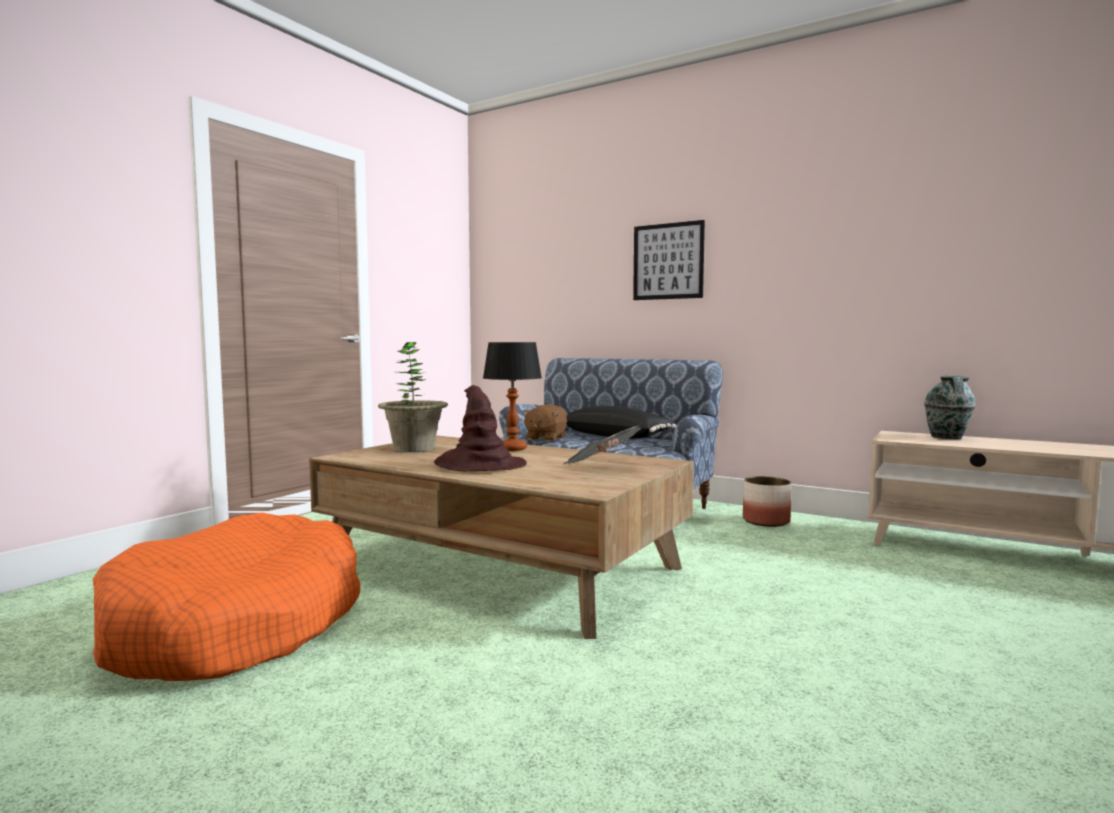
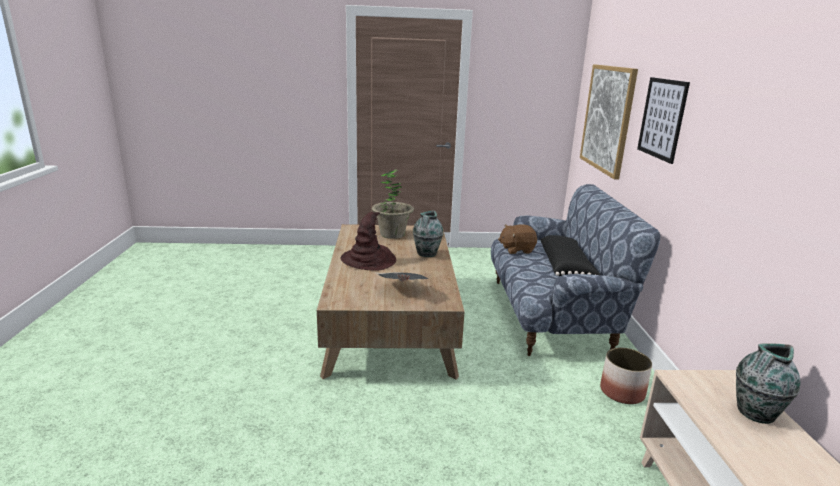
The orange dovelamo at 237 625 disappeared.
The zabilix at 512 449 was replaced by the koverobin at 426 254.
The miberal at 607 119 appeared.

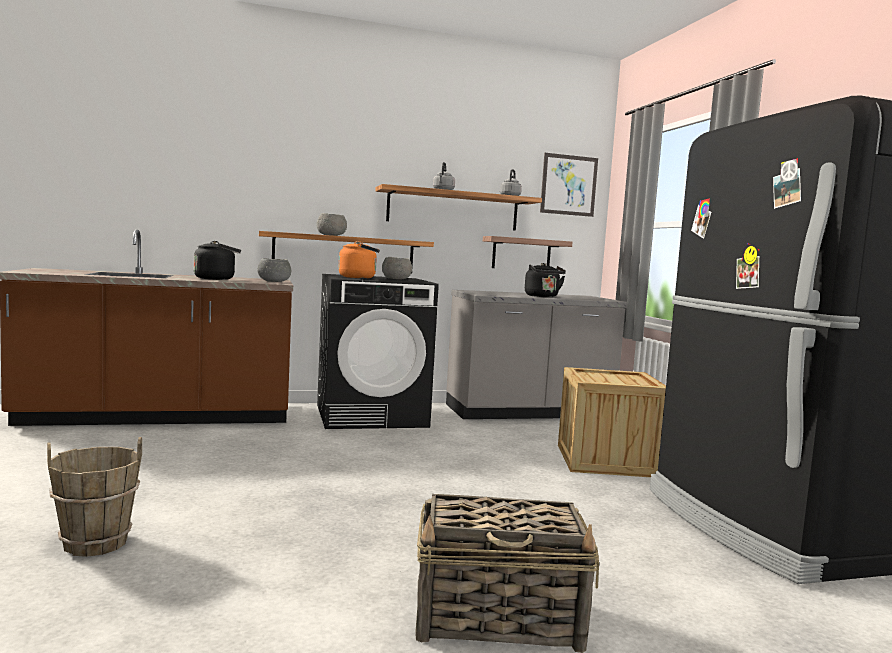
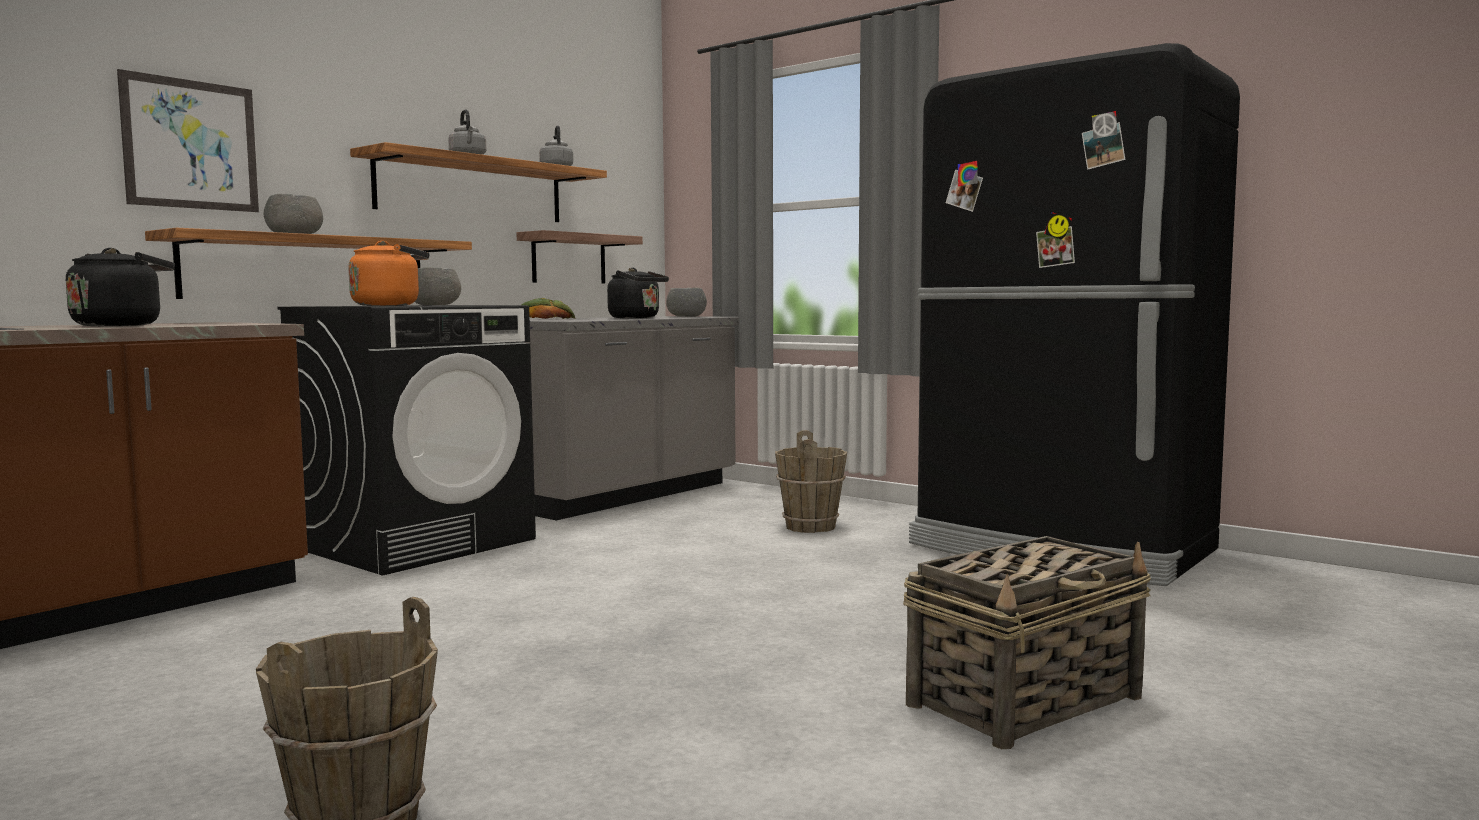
The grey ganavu moved from 274 281 to 686 316.
The miberal moved from 568 185 to 191 144.
The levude at 606 460 was replaced by the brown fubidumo at 811 527.
The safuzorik at 545 319 appeared.

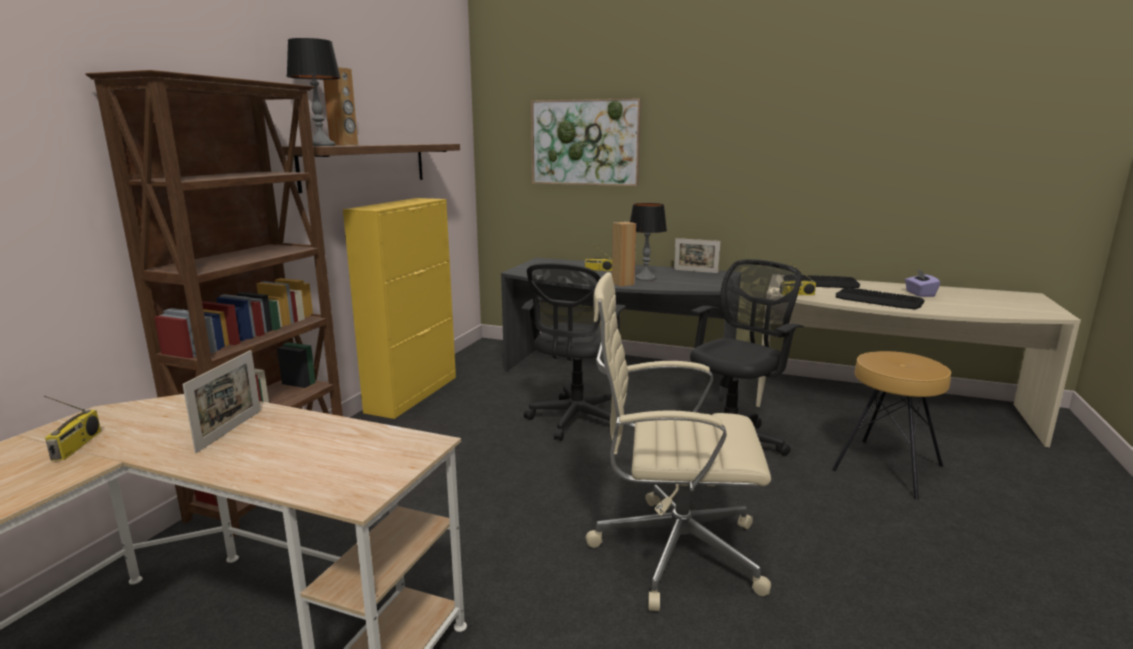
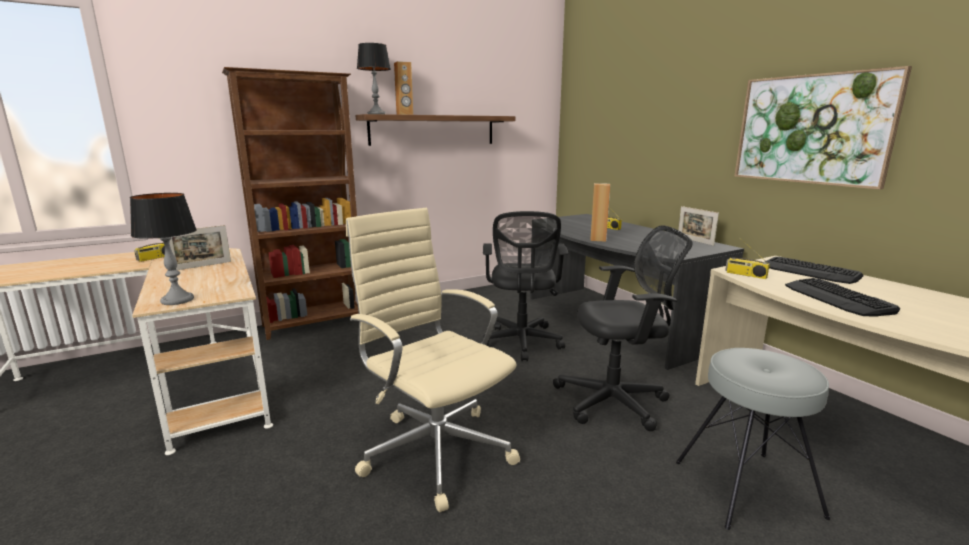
The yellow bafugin at 413 394 disappeared.
The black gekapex at 575 420 turned 60 degrees counterclockwise.
The miberal moved from 585 142 to 811 129.
The zabilix moved from 645 278 to 178 300.
The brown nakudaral at 886 467 became the grey nakudaral at 746 487.
The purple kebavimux at 919 294 disappeared.

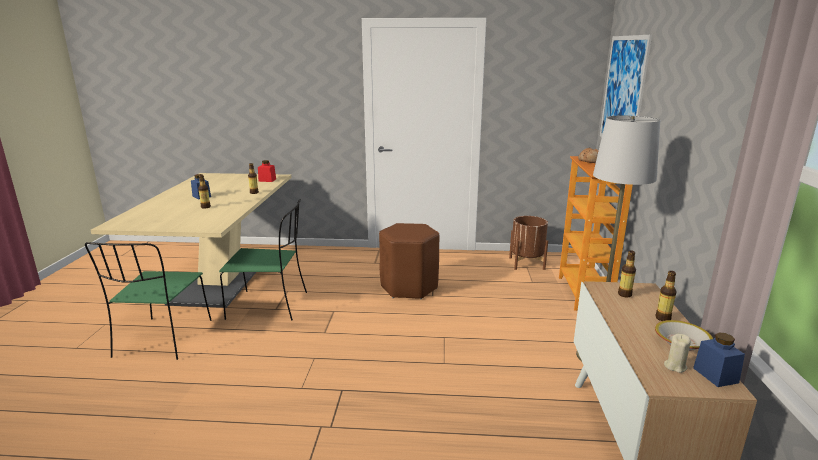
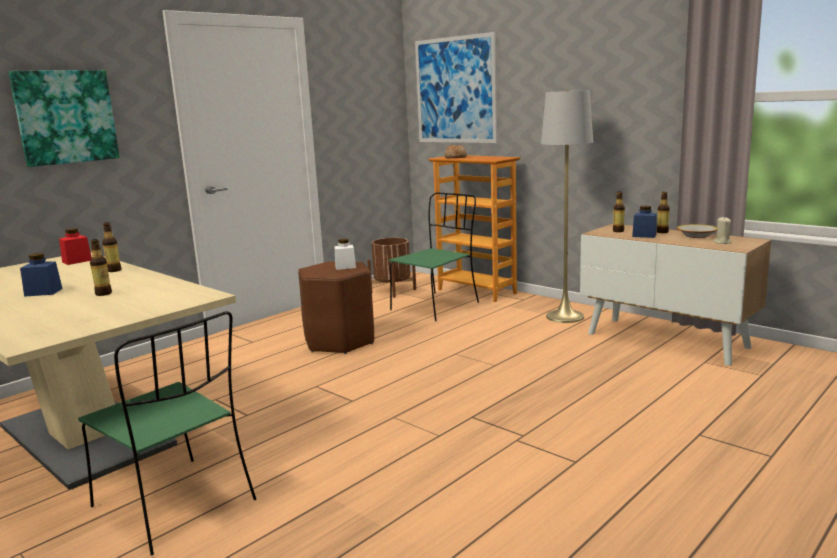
The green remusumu moved from 270 305 to 436 306.
The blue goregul moved from 715 375 to 644 235.
The miberal at 65 117 appeared.
The white goregul at 345 267 appeared.

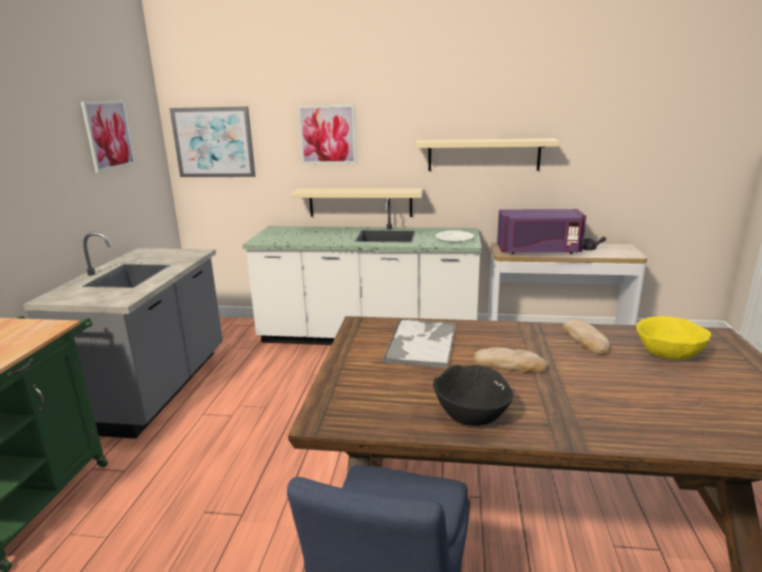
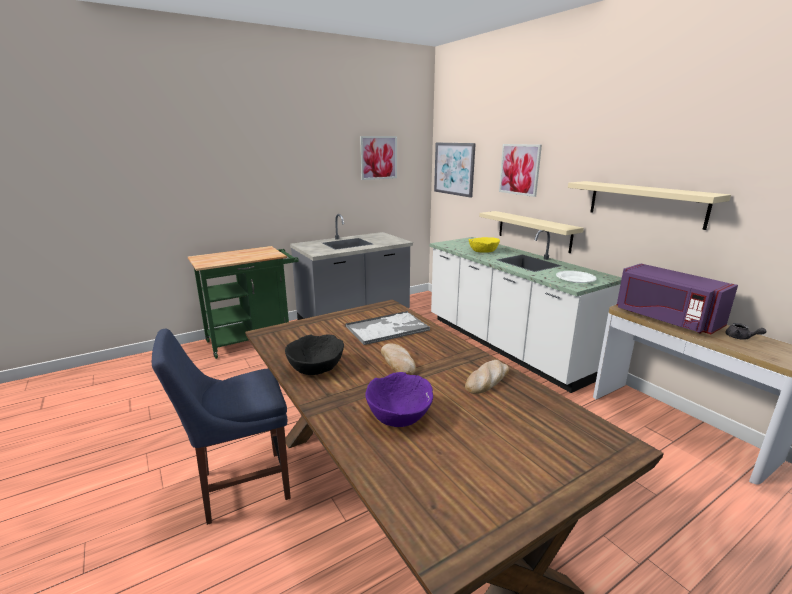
The yellow ganavu moved from 667 353 to 483 251.
The purple ganavu at 399 415 appeared.

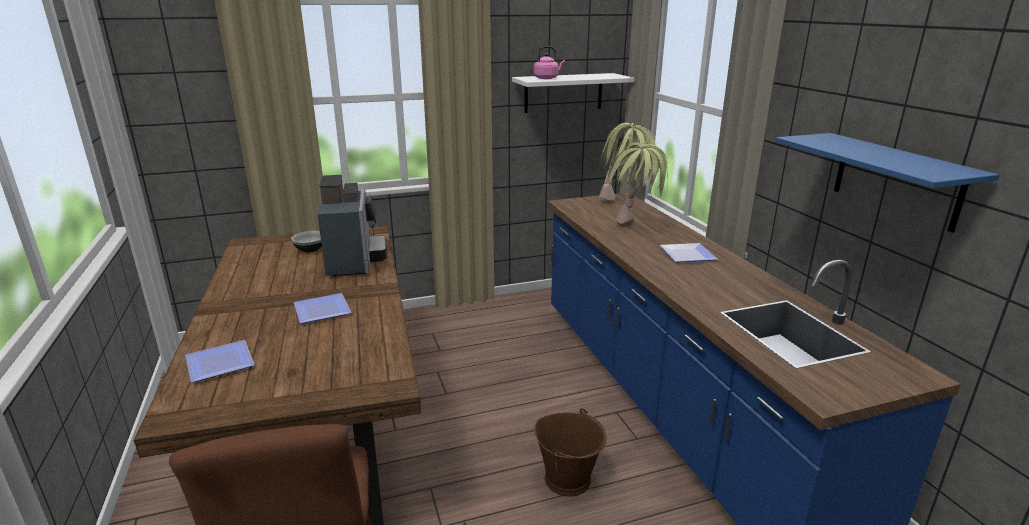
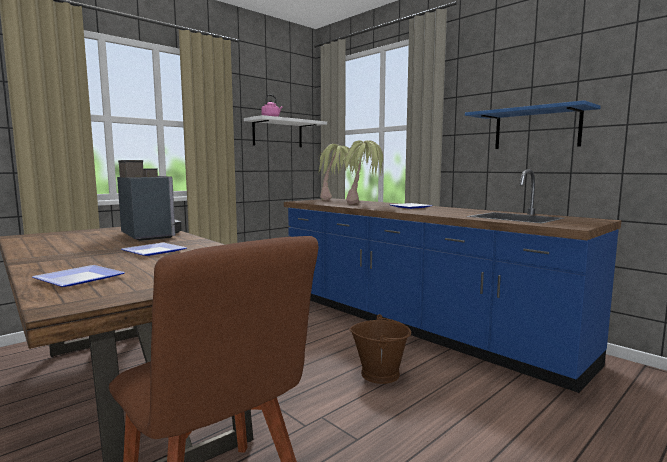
The ganavu at 310 249 disappeared.

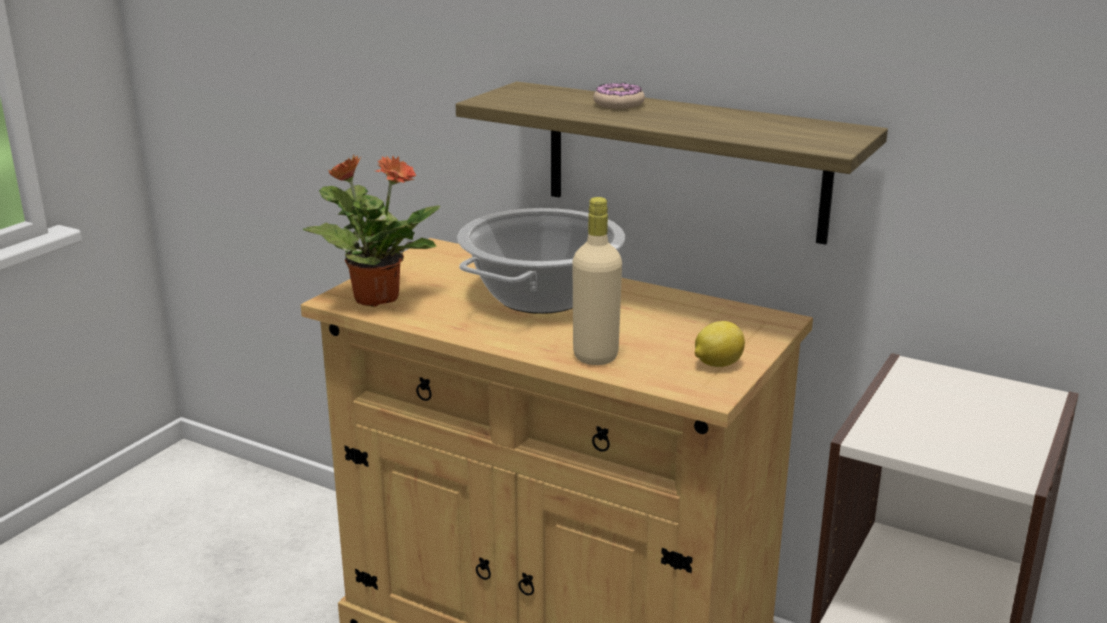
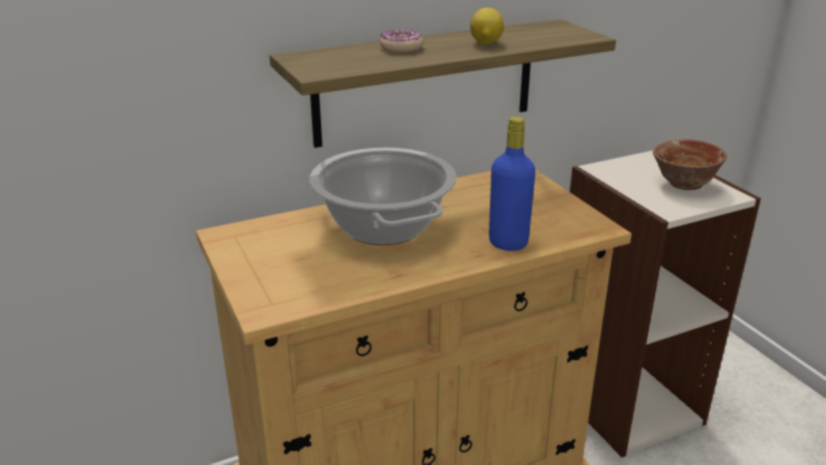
The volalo at 375 298 disappeared.
The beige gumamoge at 595 356 became the blue gumamoge at 508 243.
The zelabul moved from 717 364 to 485 43.
The ganavu at 684 184 appeared.

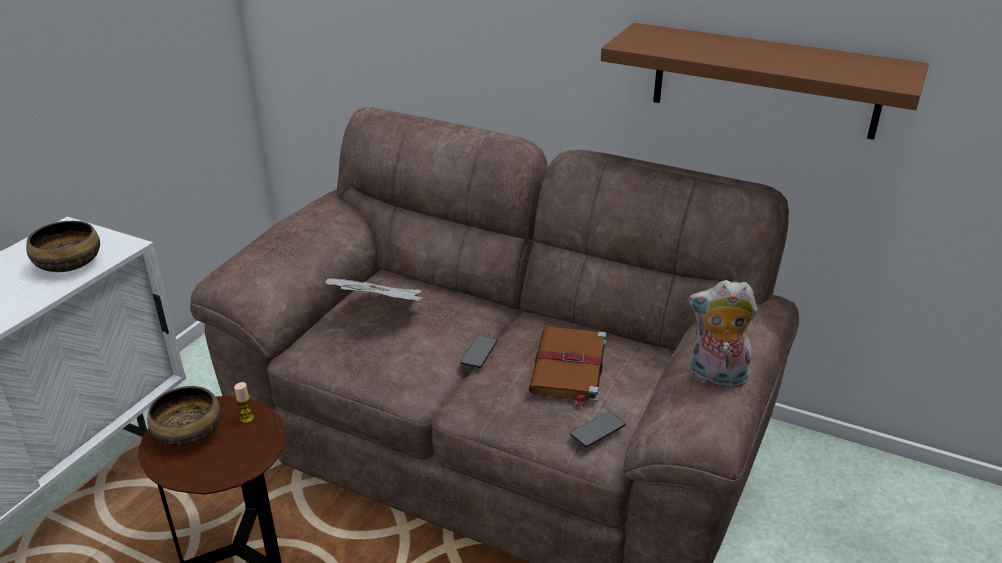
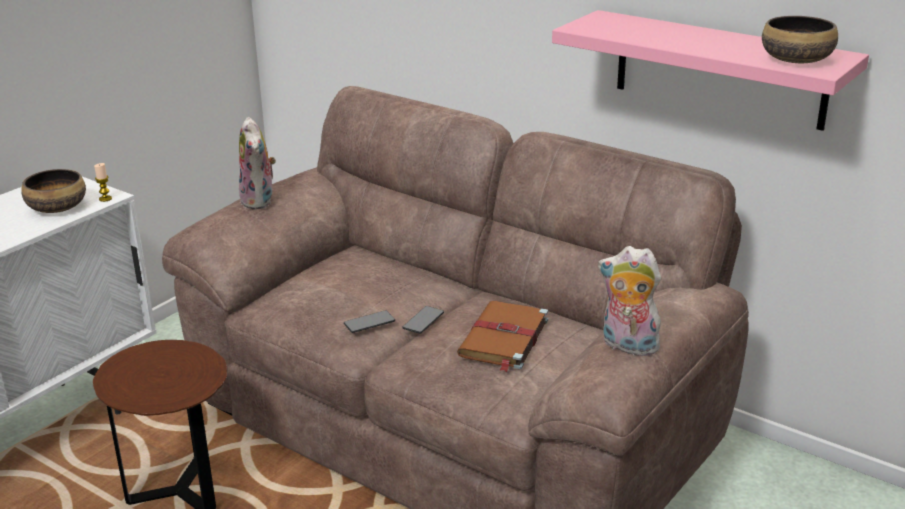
The ganavu moved from 188 433 to 796 60.
The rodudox moved from 246 418 to 105 199.
The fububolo at 381 311 disappeared.
The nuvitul moved from 597 430 to 369 323.
The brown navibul at 765 81 became the pink navibul at 719 69.
The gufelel at 260 201 appeared.

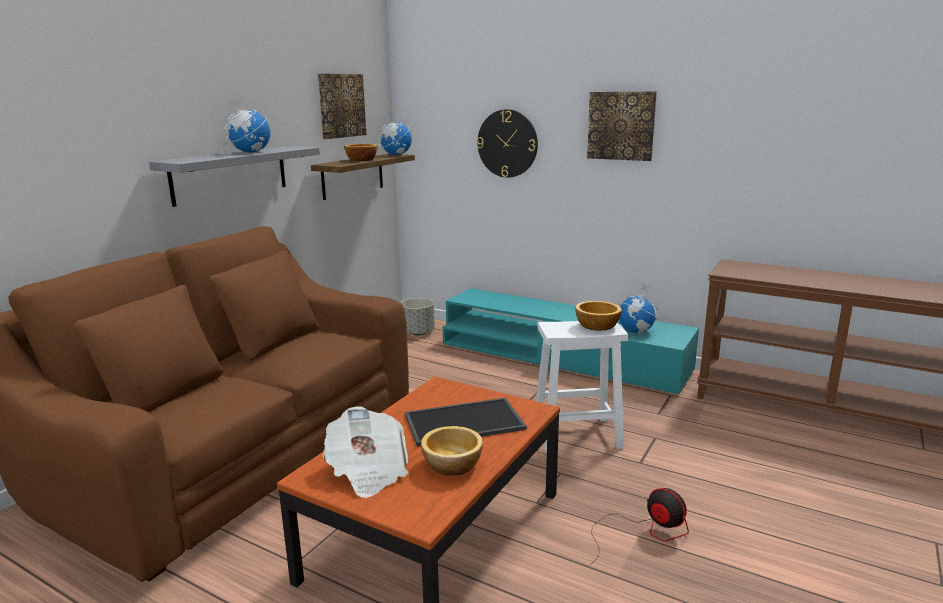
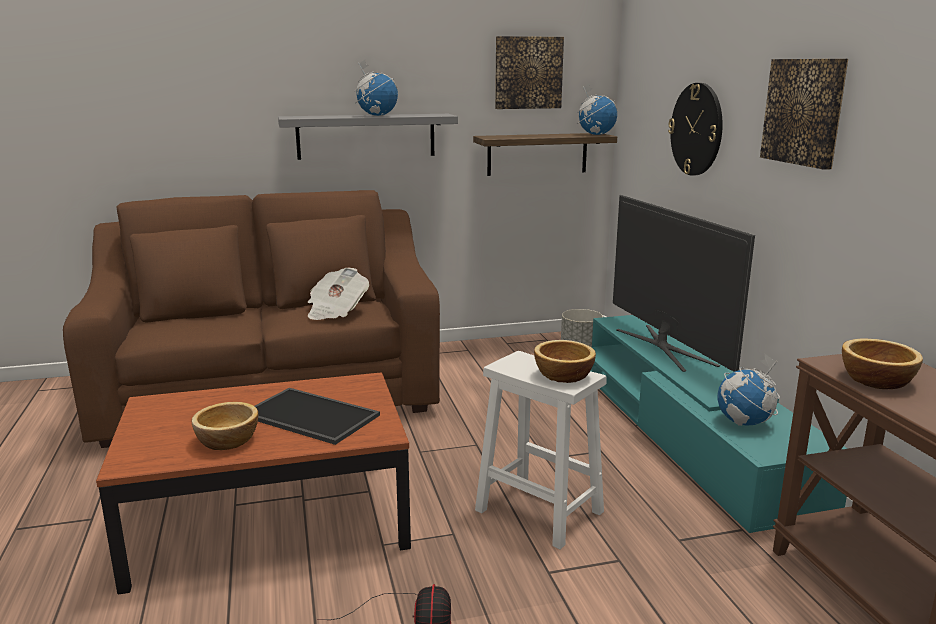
The fububolo moved from 368 471 to 336 311.
The ganavu moved from 361 160 to 875 379.
The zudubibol at 665 347 appeared.

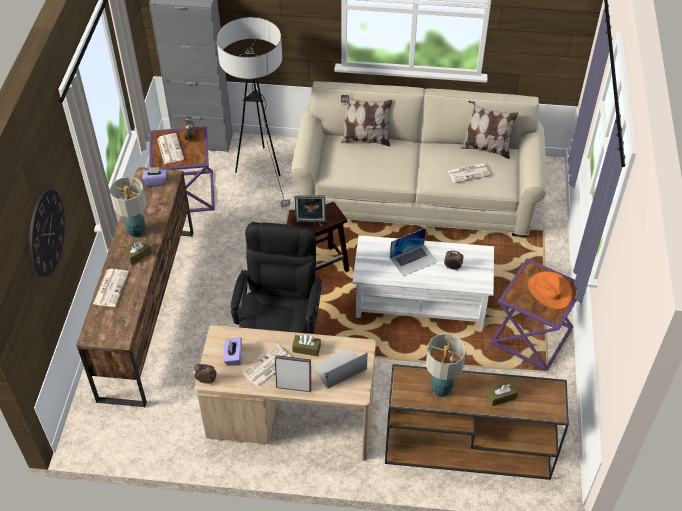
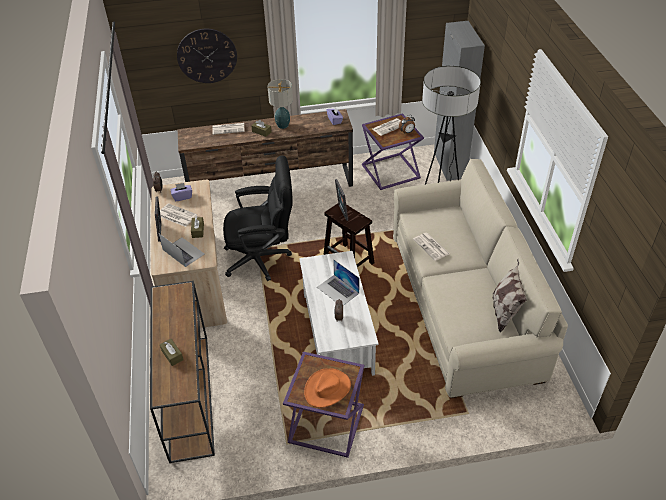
The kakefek at 365 139 disappeared.
The zabilix at 441 389 disappeared.
The fububolo moved from 469 173 to 431 247.

